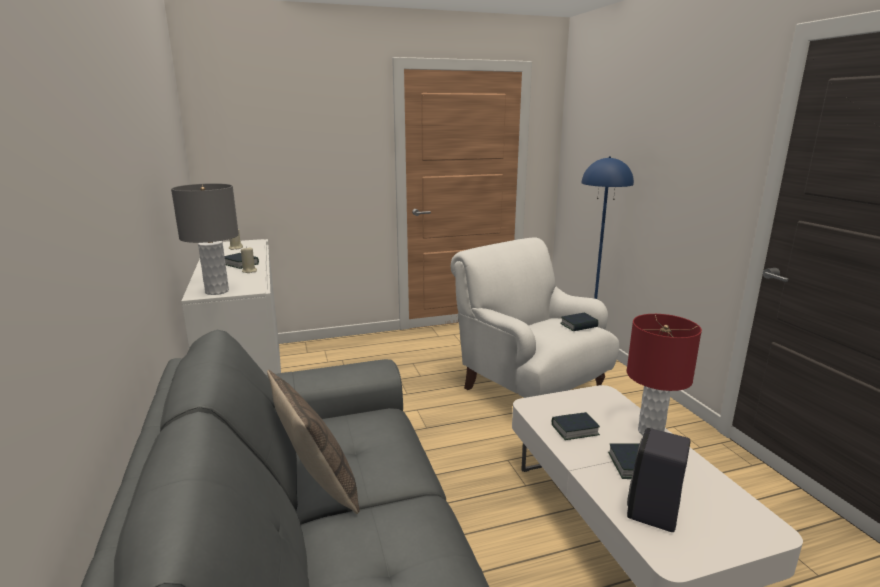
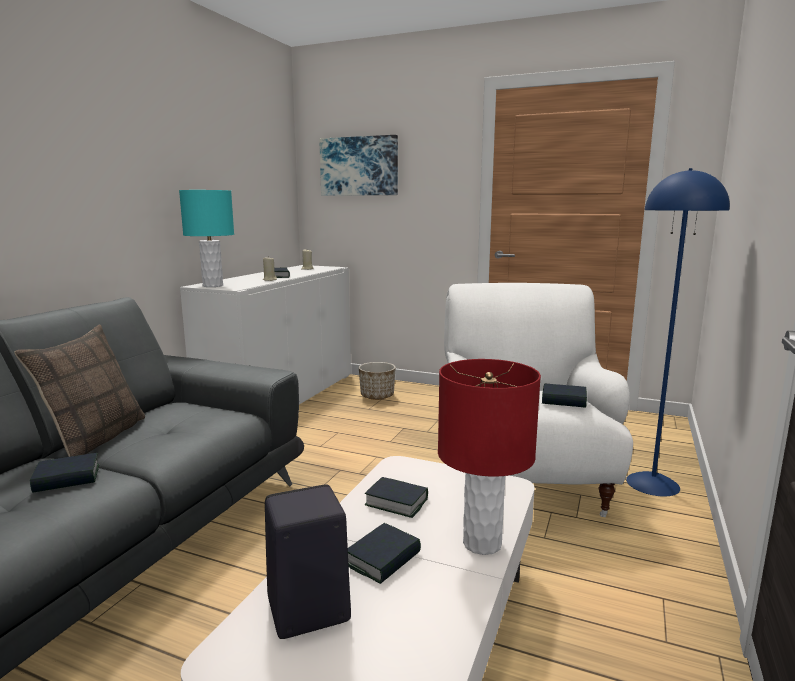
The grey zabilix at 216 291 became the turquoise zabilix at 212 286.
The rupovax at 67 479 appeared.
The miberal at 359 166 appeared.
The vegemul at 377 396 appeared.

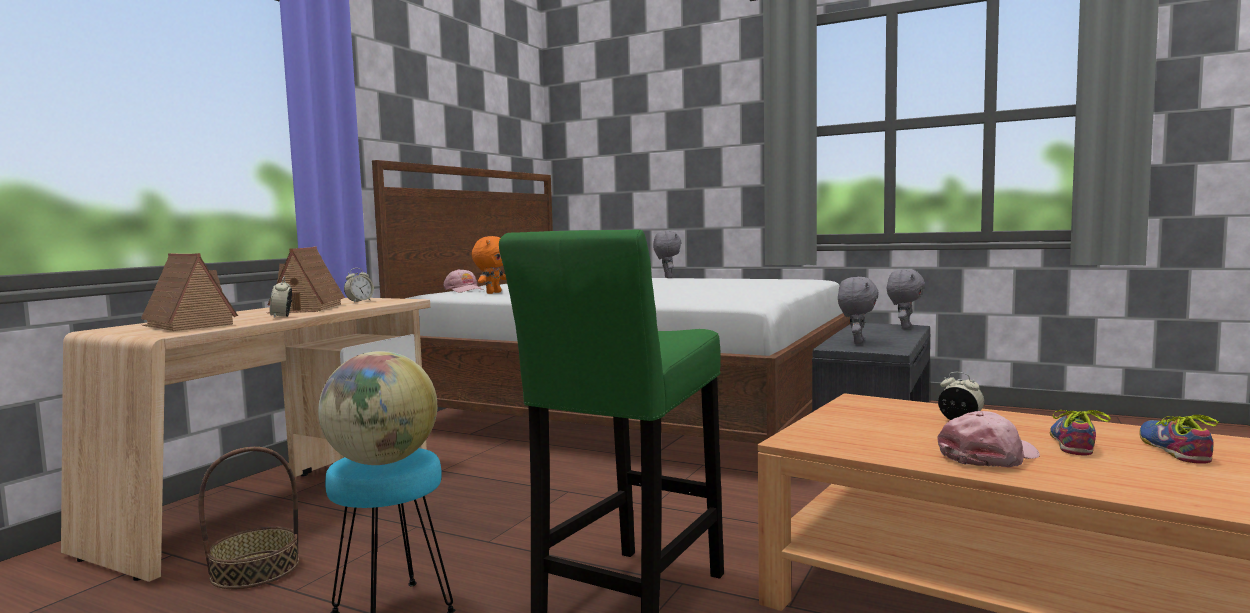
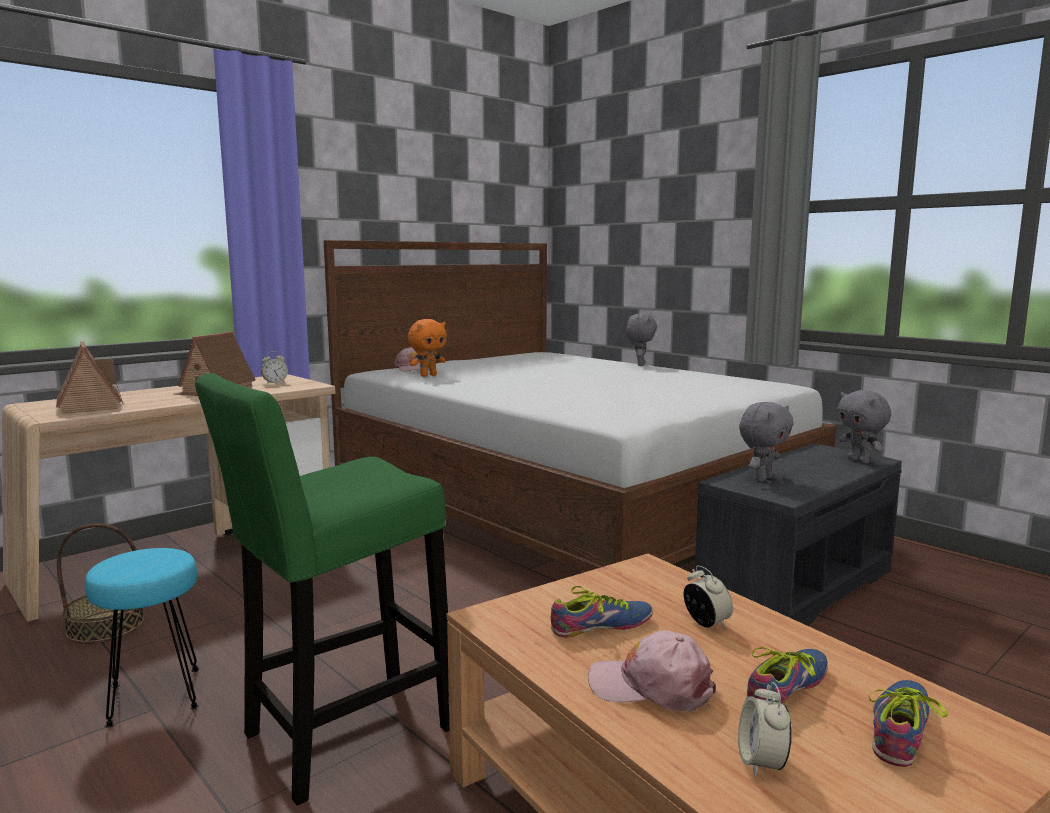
The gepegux moved from 282 317 to 761 762.
The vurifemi at 382 462 disappeared.
The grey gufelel at 904 328 turned 105 degrees clockwise.
The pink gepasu at 989 456 turned 150 degrees counterclockwise.
The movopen at 603 627 appeared.

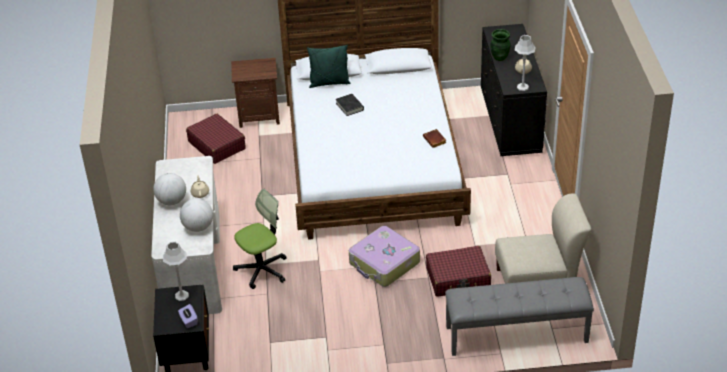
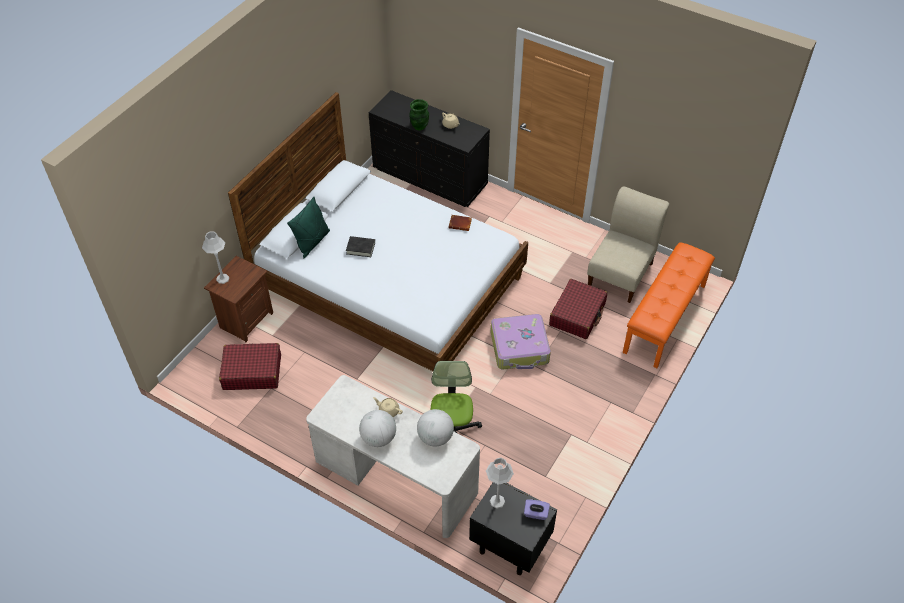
The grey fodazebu at 516 335 became the orange fodazebu at 665 318.
The grey zabilix moved from 522 87 to 222 278.

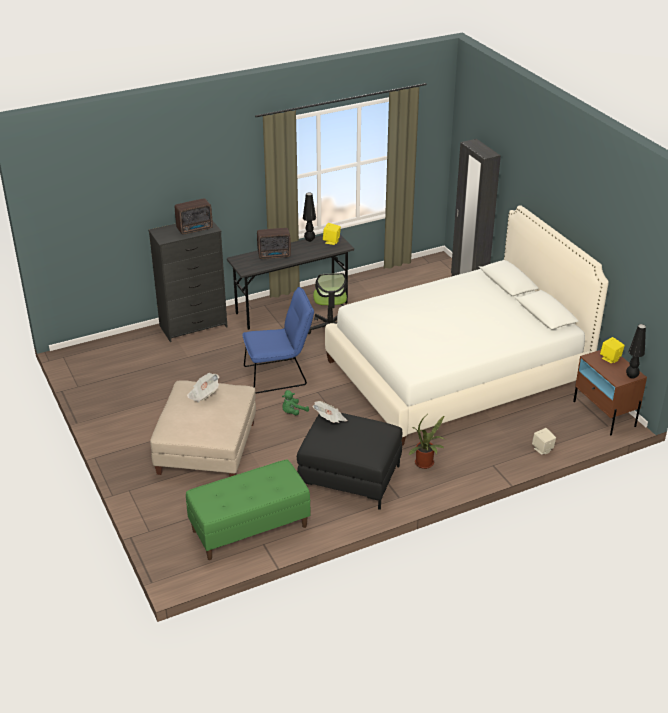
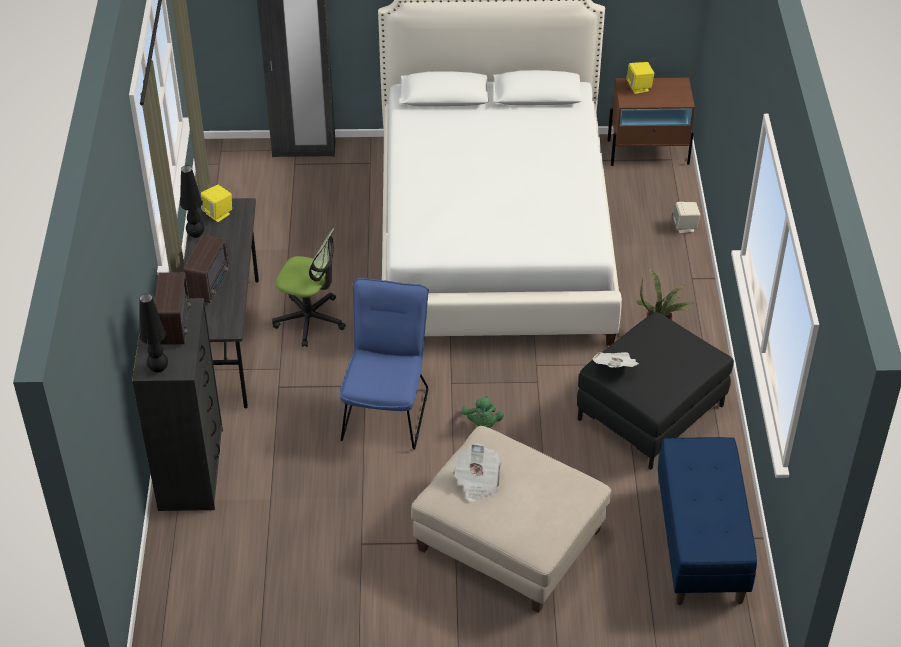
The green fodazebu at 249 529 became the blue fodazebu at 701 543.
The black zabilix moved from 631 376 to 158 369.

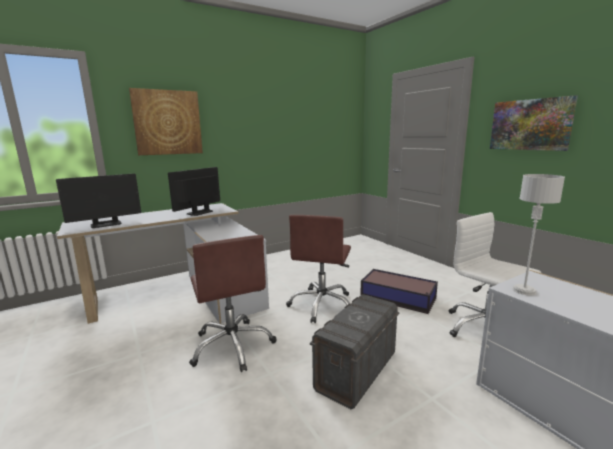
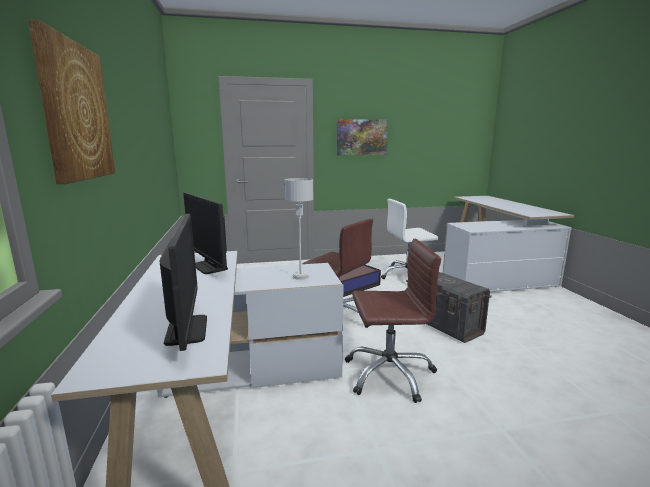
The grey zabilix moved from 523 290 to 300 276.

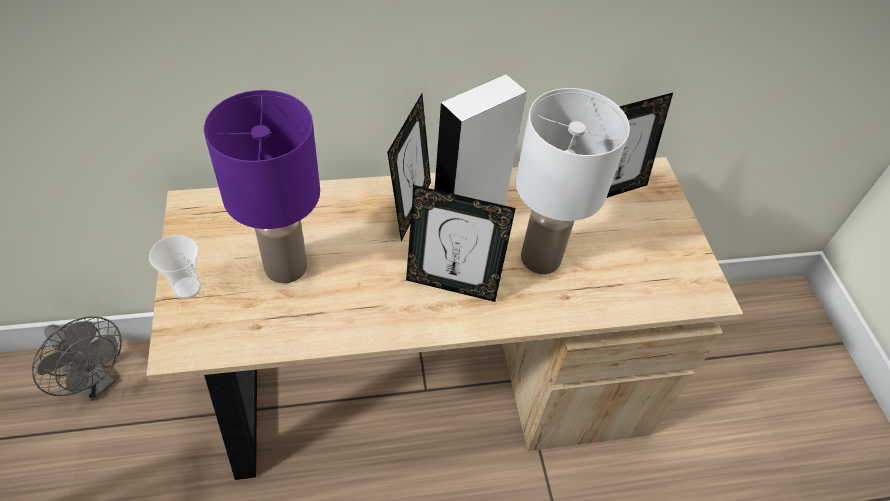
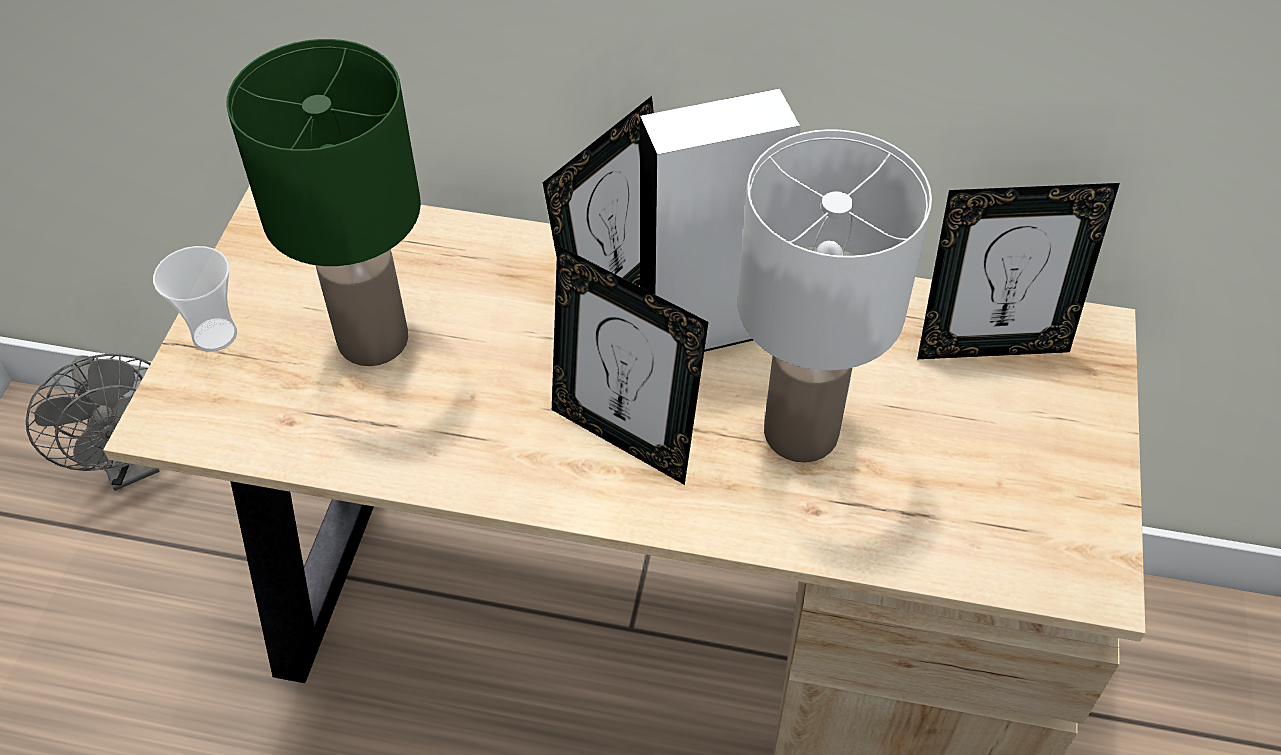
The purple zabilix at 284 266 became the green zabilix at 372 338.

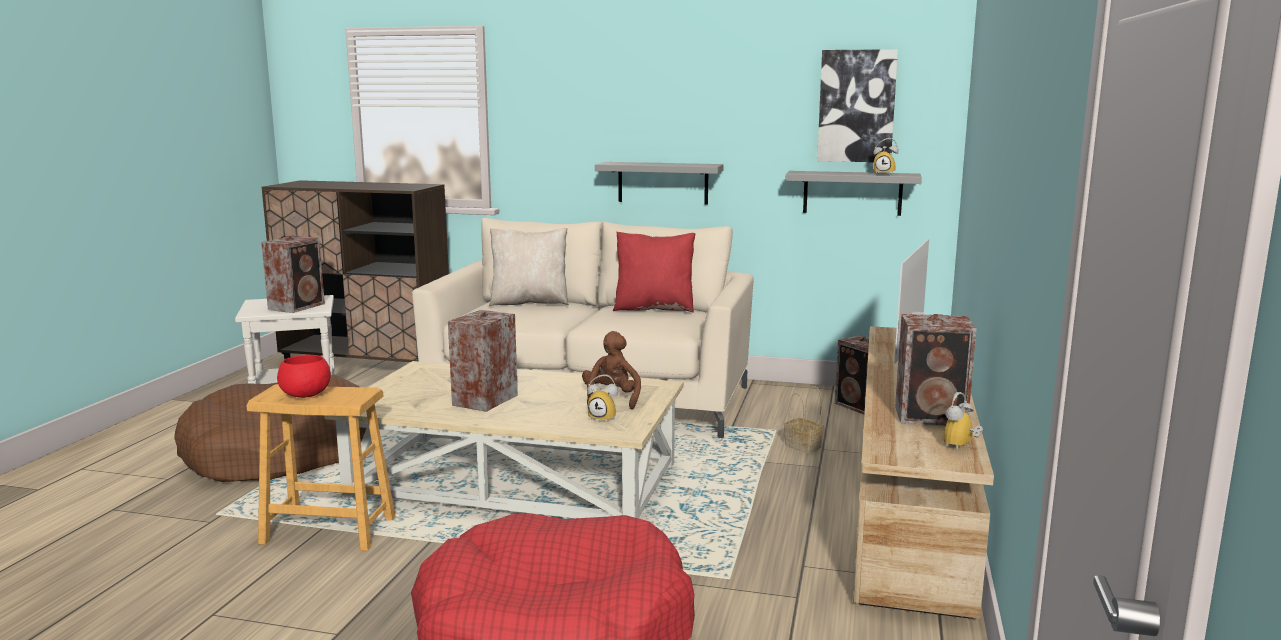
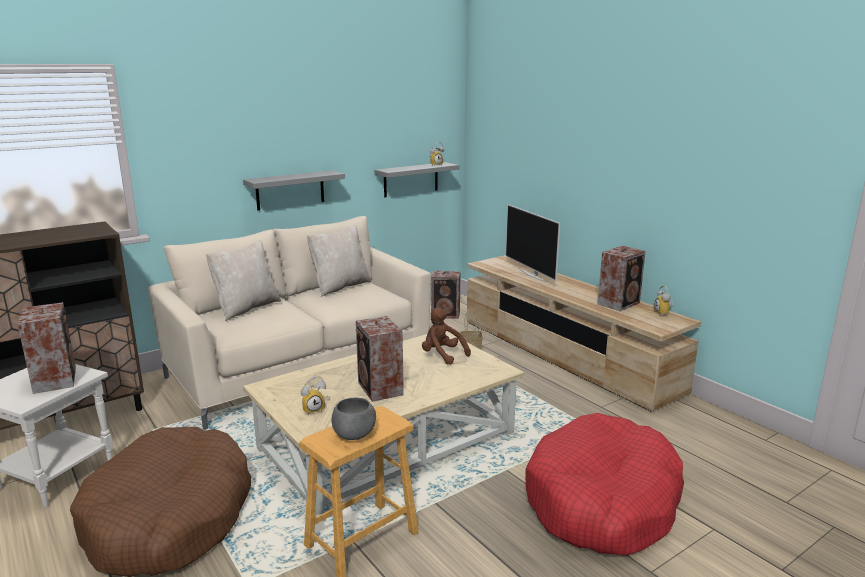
The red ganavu at 306 396 became the grey ganavu at 355 435.
The gepegux moved from 604 418 to 313 409.
The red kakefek at 654 308 became the beige kakefek at 340 287.
The miberal at 856 106 disappeared.

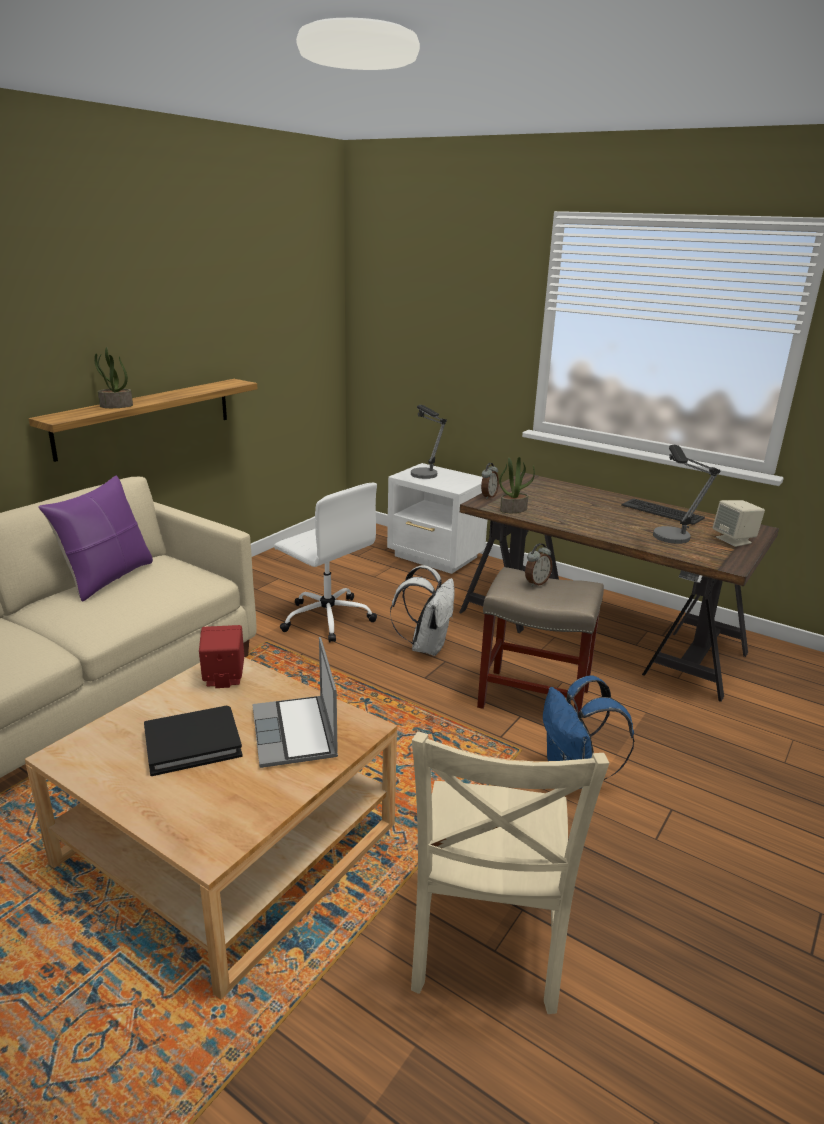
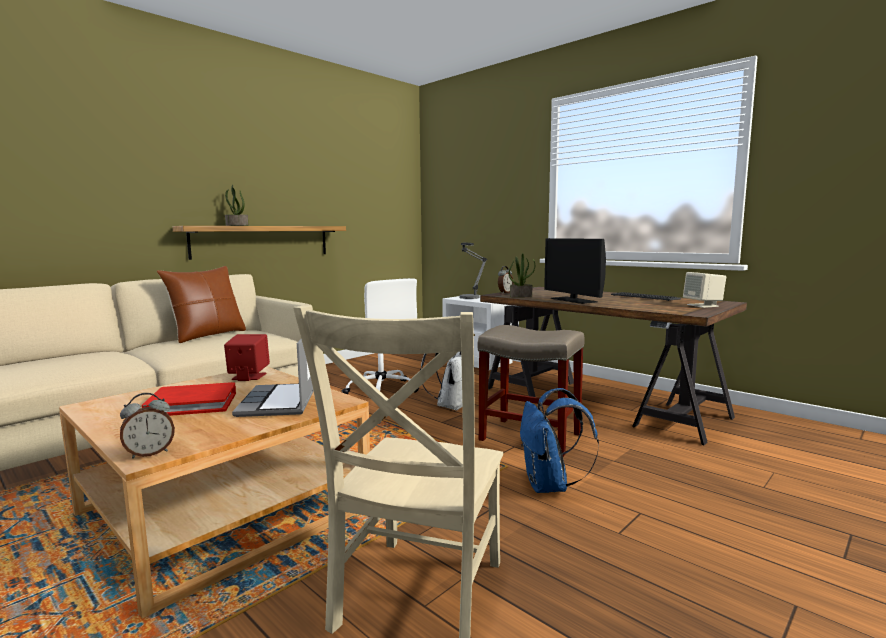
The purple kakefek at 107 578 became the brown kakefek at 207 335.
The black rupovax at 192 743 became the red rupovax at 193 404.
The gepegux moved from 536 583 to 150 453.
The zabilix at 670 540 disappeared.
The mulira at 573 300 appeared.

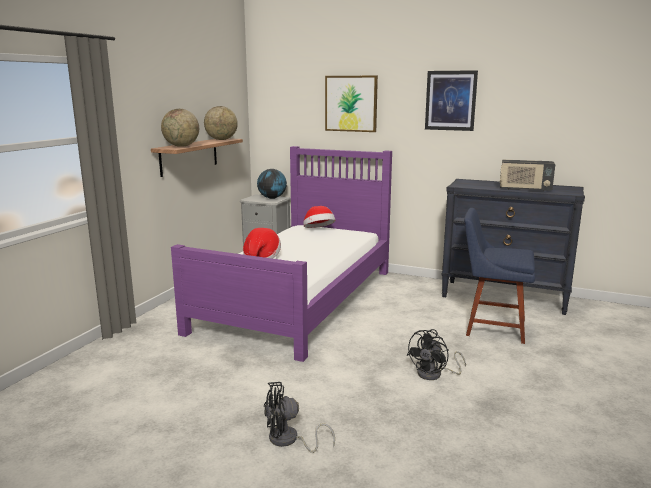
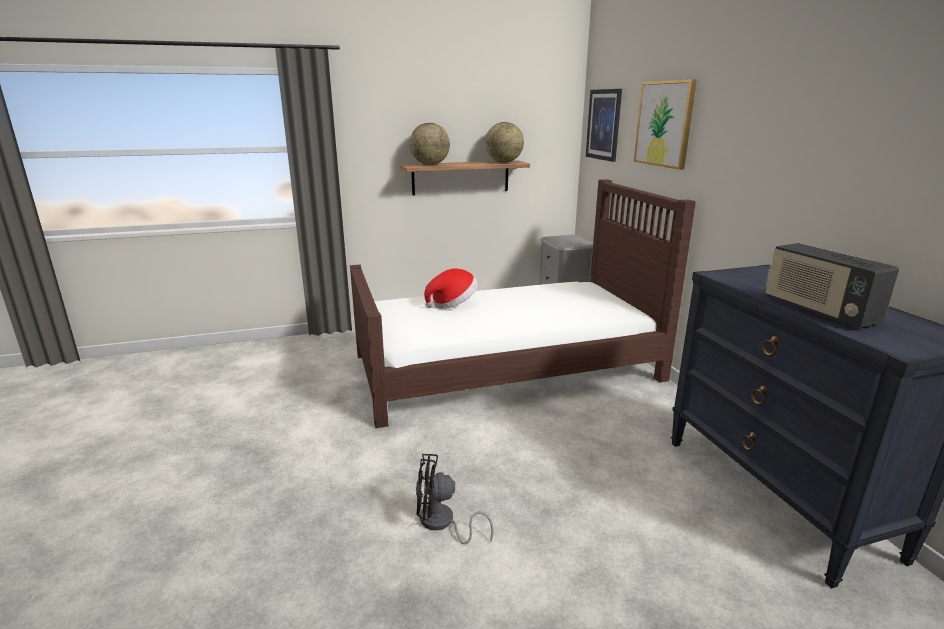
The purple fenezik at 298 299 became the brown fenezik at 506 366.
The vurifemi at 272 198 disappeared.
The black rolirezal at 289 440 disappeared.
The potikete at 318 230 disappeared.
The miberal moved from 450 100 to 603 124.
The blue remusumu at 491 327 disappeared.

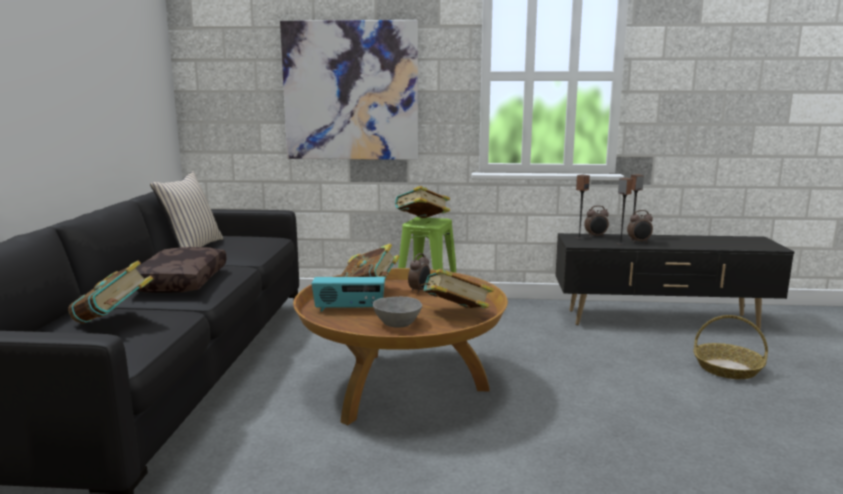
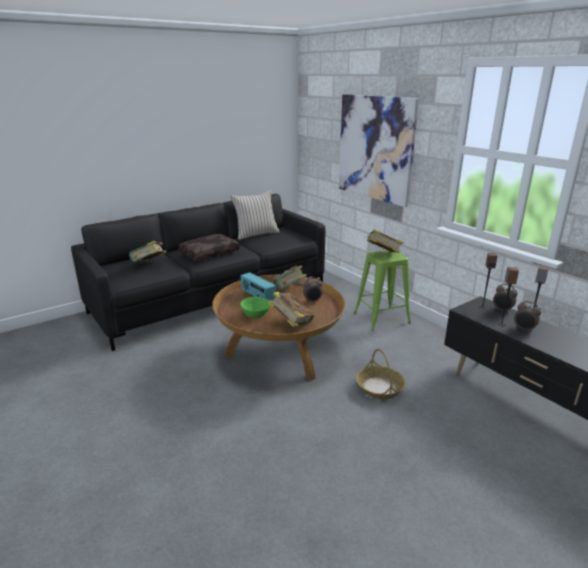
The grey ganavu at 398 324 became the green ganavu at 256 315.
The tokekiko moved from 727 368 to 380 388.

